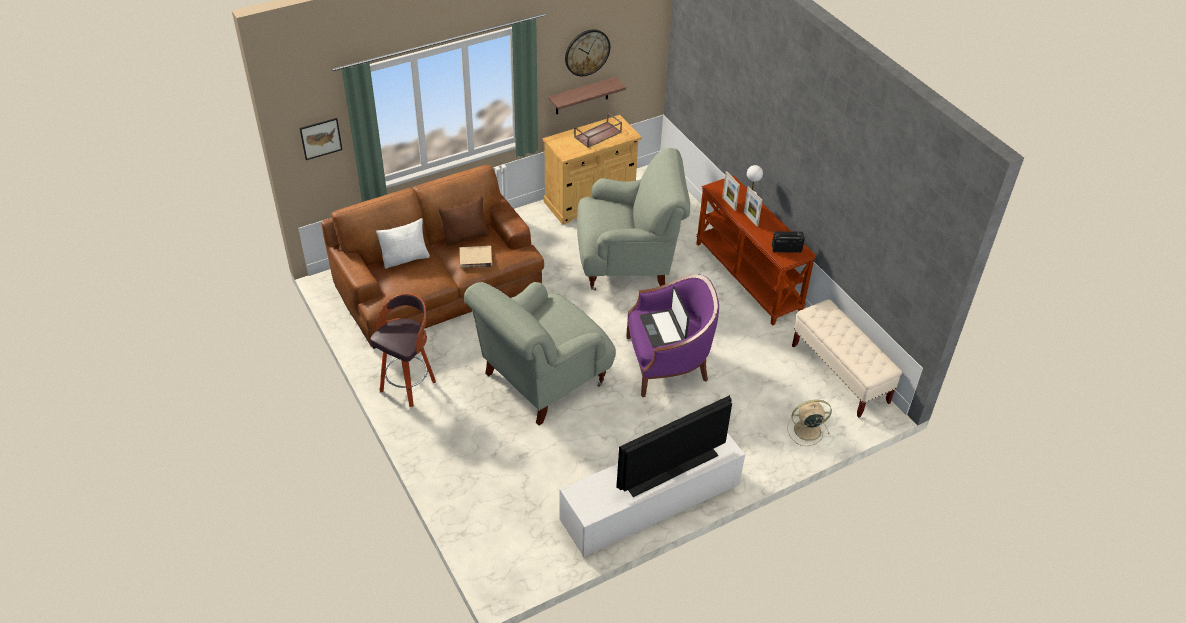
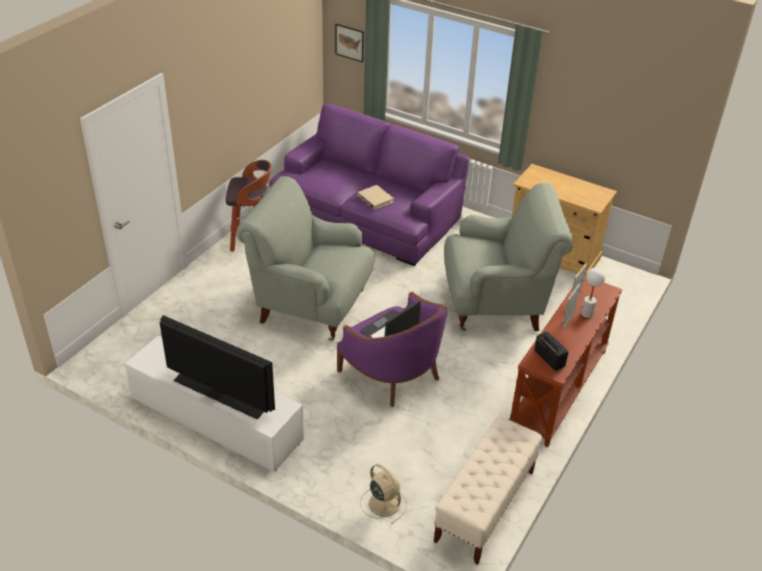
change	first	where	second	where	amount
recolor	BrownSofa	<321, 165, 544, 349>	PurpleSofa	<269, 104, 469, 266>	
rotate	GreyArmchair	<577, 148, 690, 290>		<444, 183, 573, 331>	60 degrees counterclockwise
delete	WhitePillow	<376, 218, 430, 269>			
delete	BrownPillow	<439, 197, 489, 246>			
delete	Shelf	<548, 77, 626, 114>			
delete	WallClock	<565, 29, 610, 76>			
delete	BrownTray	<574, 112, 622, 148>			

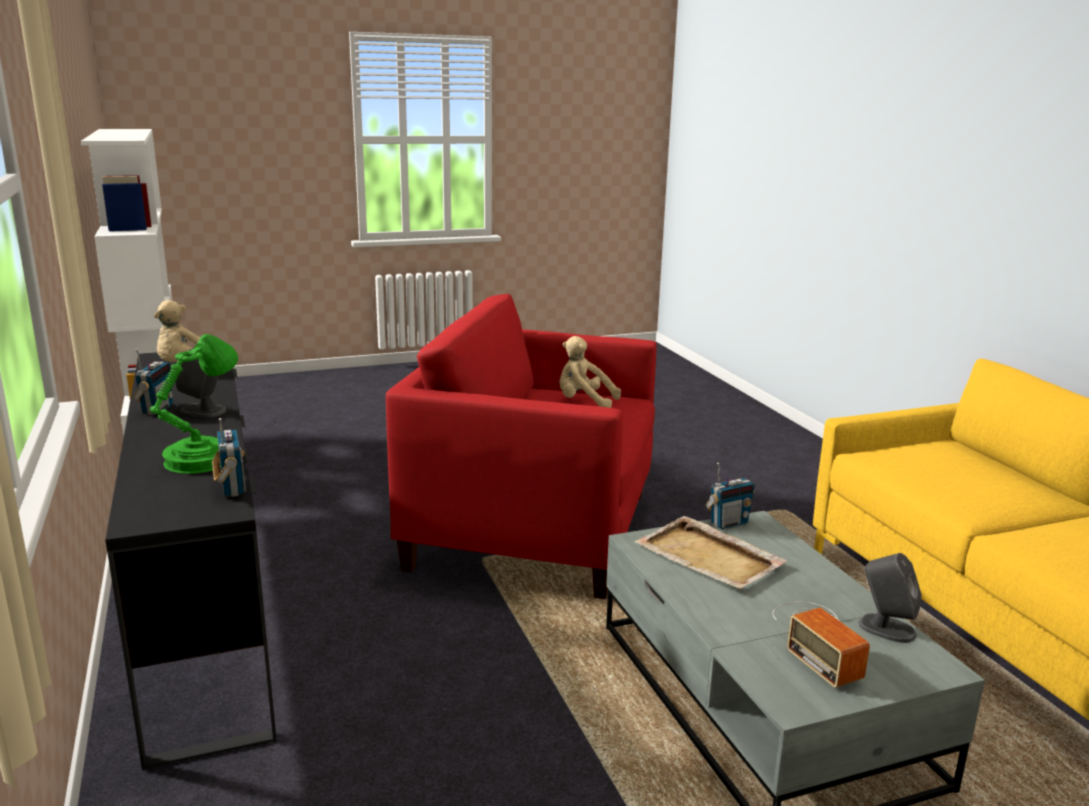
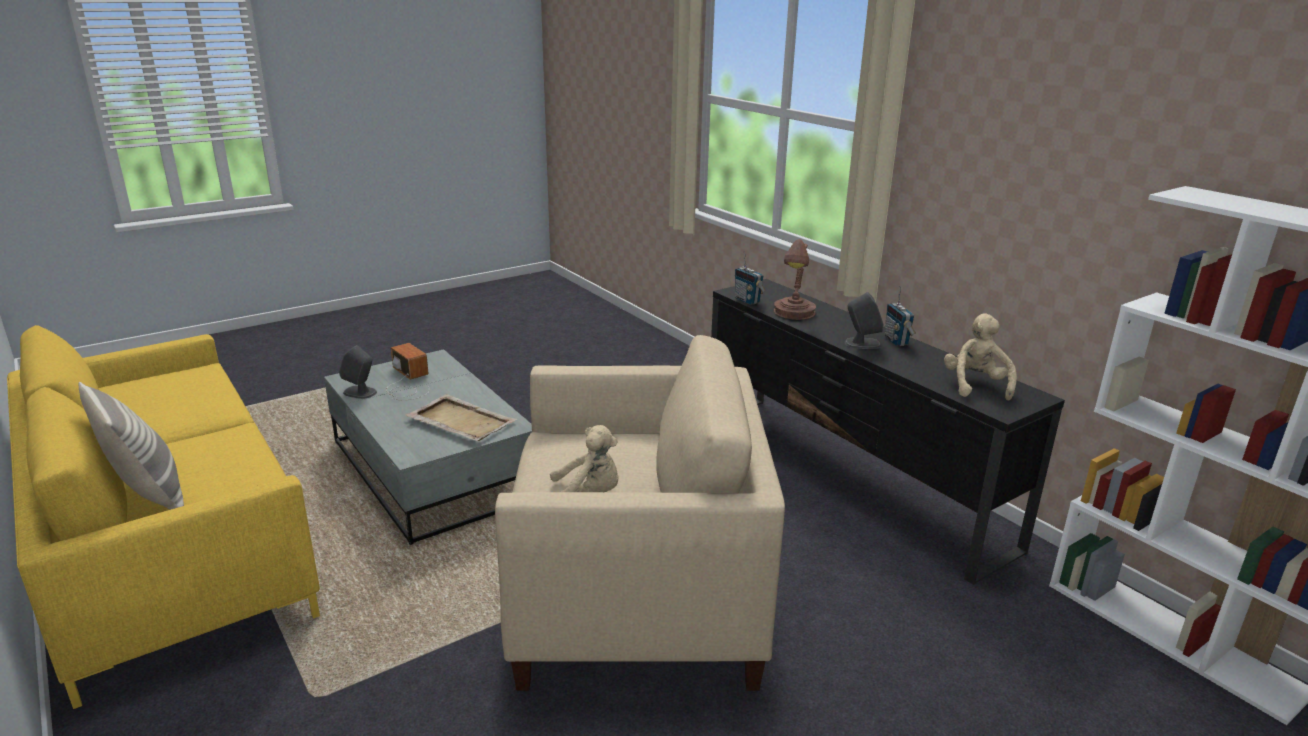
change	first	where	second	where	amount
insert			Pillow	<79, 382, 184, 510>	
recolor	RedArmchair	<386, 294, 657, 599>	BeigeArmchair	<495, 335, 785, 691>	
recolor	GreenTableLamp	<150, 334, 238, 474>	BrownTableLamp	<774, 239, 816, 320>	
delete	Radio	<705, 463, 755, 529>			

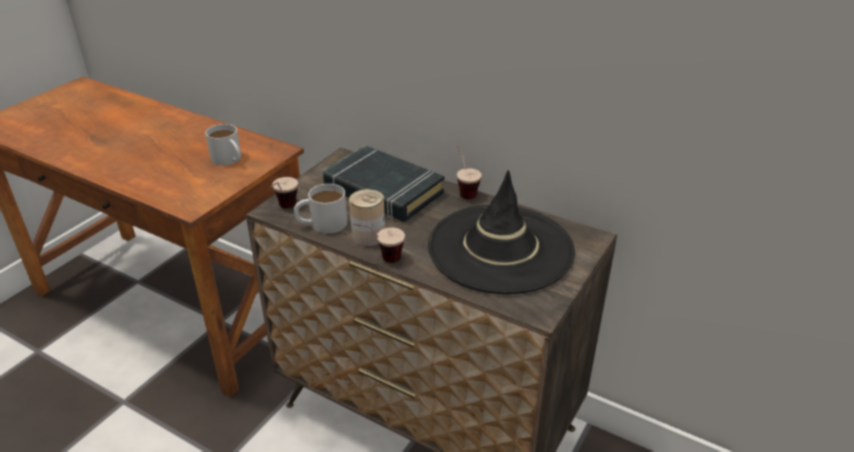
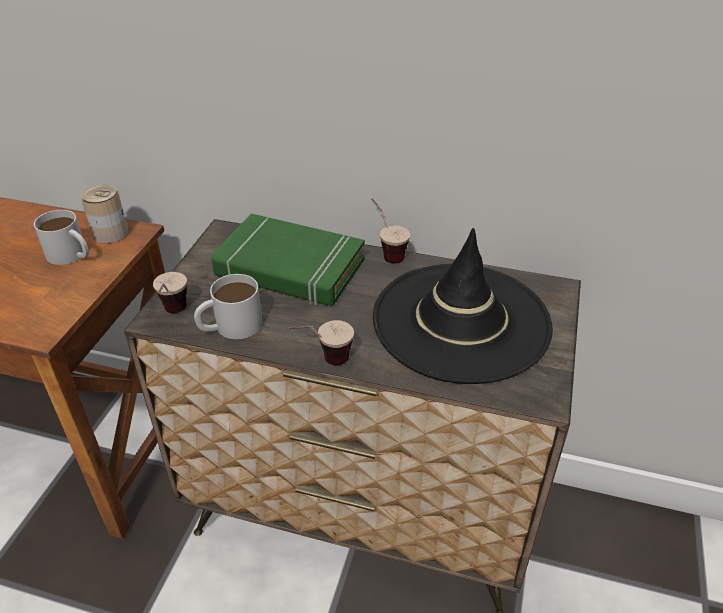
change	first	where	second	where	amount
move	Can	<349, 189, 385, 246>		<81, 184, 128, 244>	
recolor	BlackBook	<323, 145, 444, 222>	GreenBook	<211, 214, 365, 307>	

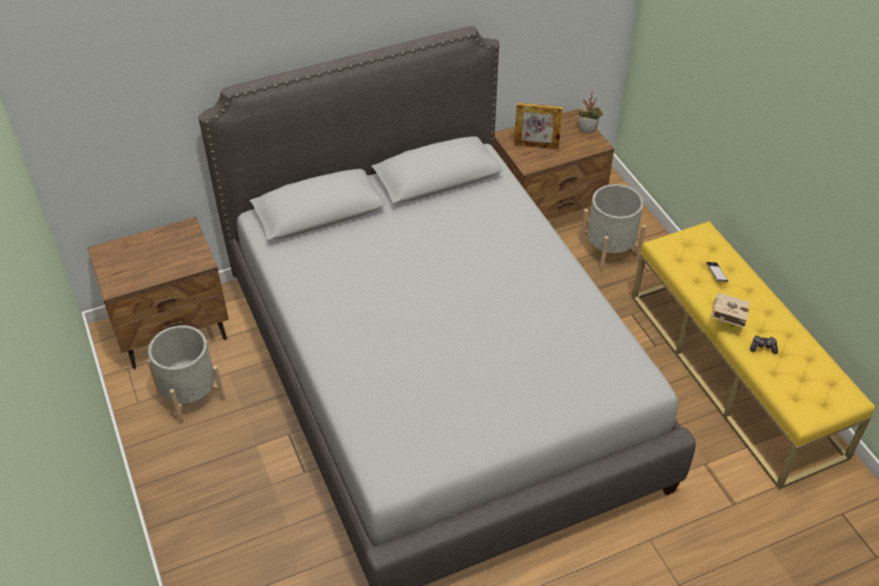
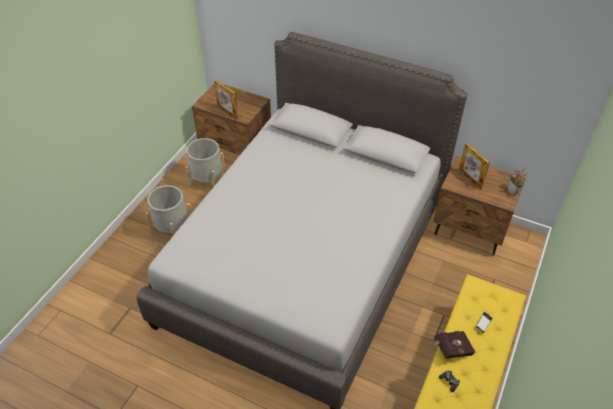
change	first	where	second	where	amount
move	GreyPlanter	<580, 184, 646, 271>		<146, 185, 192, 236>	
insert			PictureFrame	<214, 80, 238, 119>	
recolor	BeigeBook	<712, 293, 750, 328>	RedBook	<432, 331, 475, 359>	

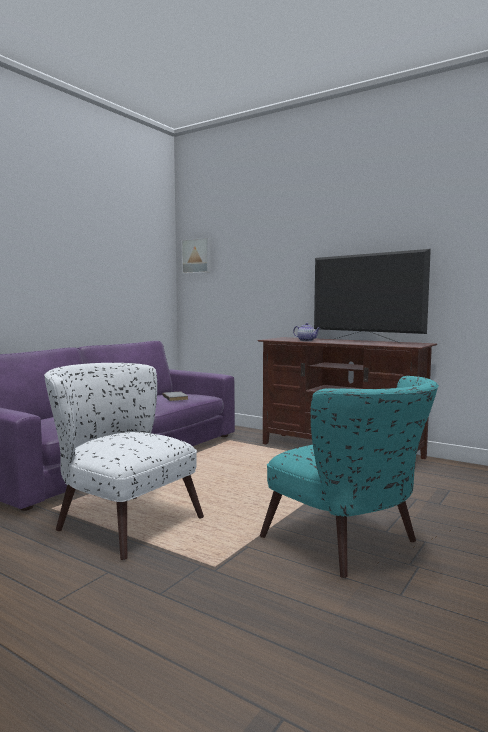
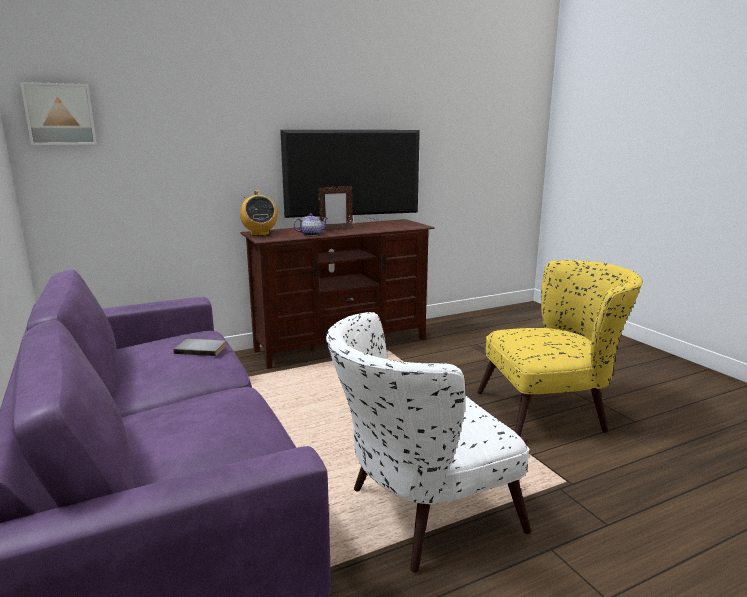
change	first	where	second	where	amount
insert			Radio	<240, 190, 278, 236>	
insert			PictureFrame	<318, 186, 353, 231>	
recolor	TurquoiseArmchair	<260, 376, 439, 578>	YellowArmchair	<477, 260, 643, 437>	

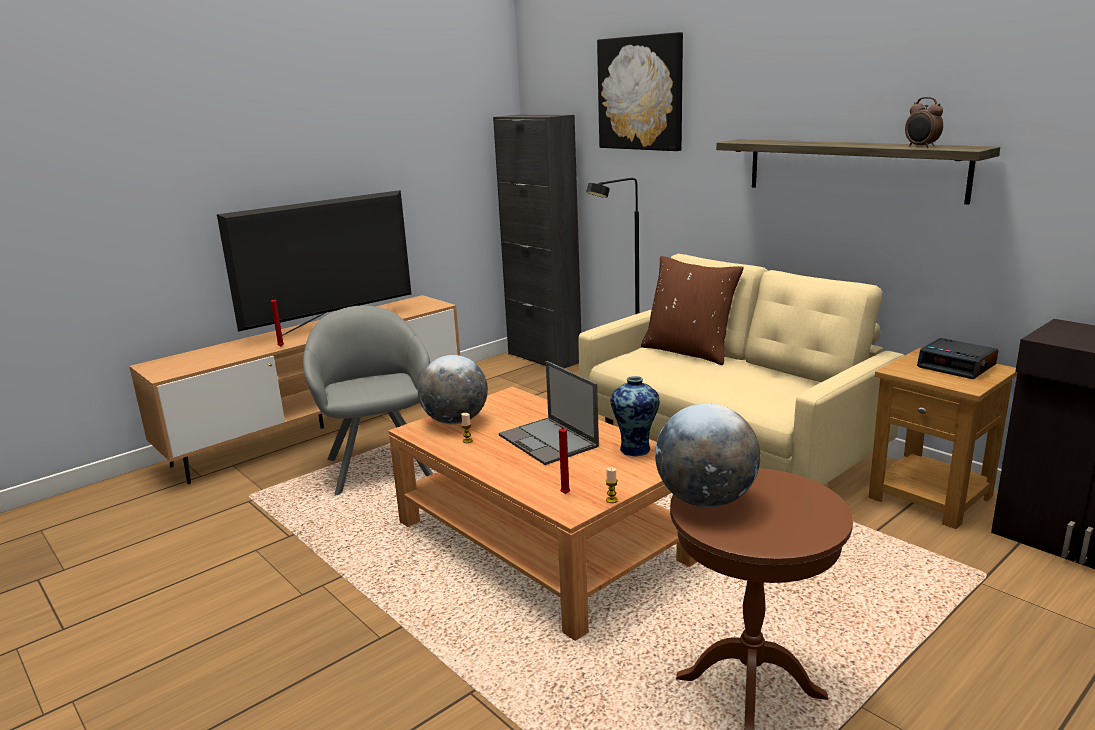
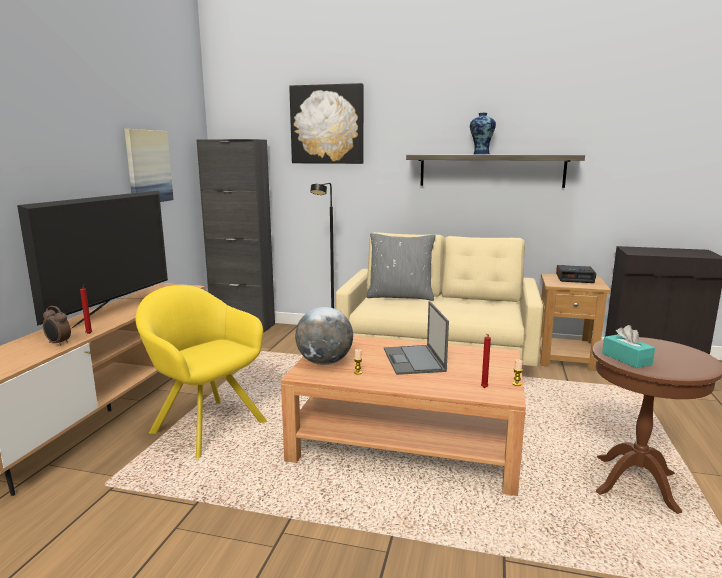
change	first	where	second	where	amount
move	AlarmClock	<905, 97, 943, 148>		<43, 306, 71, 346>	
insert			Picture	<124, 129, 174, 202>	
recolor	GreyArmchair	<303, 306, 433, 495>	YellowArmchair	<136, 285, 267, 459>	
recolor	BrownPillow	<641, 256, 744, 365>	GreyPillow	<366, 233, 435, 301>	
rotate	Laptop	<499, 361, 599, 465>		<384, 301, 449, 375>	60 degrees clockwise
move	Vase	<611, 376, 660, 457>		<470, 112, 496, 155>	
replace	Globe	<655, 403, 760, 507>	TurquoiseTissueBox	<602, 325, 655, 368>	

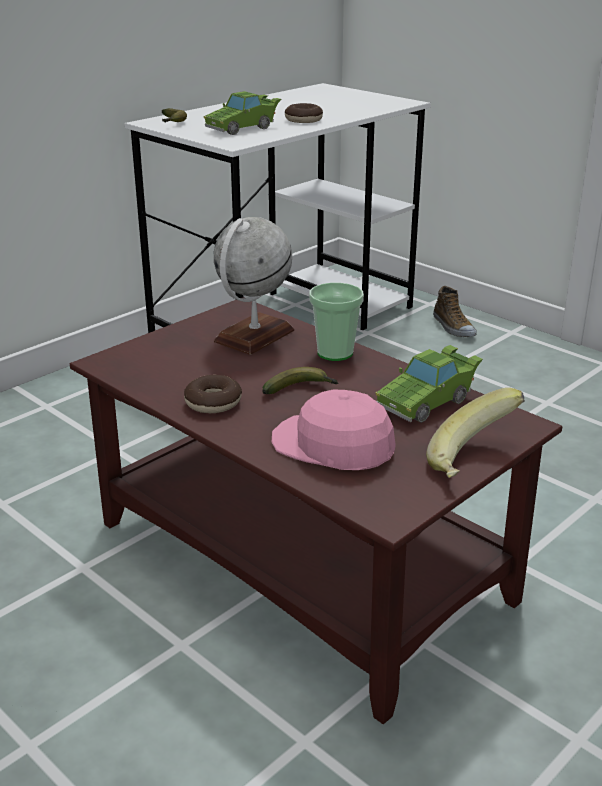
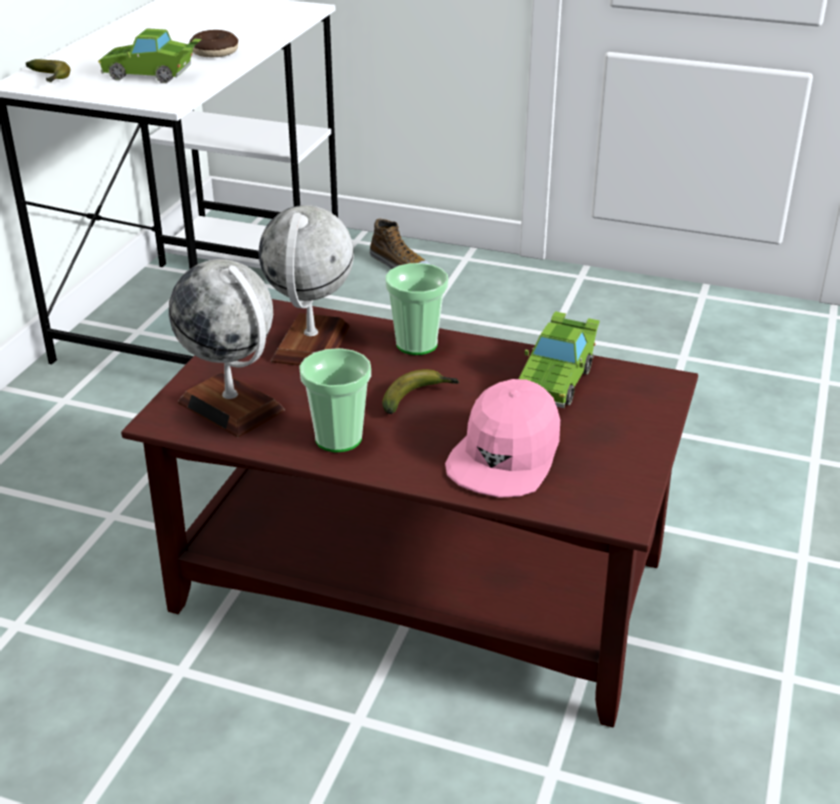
change	first	where	second	where	amount
rotate	GreenToyCar	<204, 91, 282, 135>		<98, 28, 202, 83>	75 degrees clockwise
insert			Globe	<169, 259, 284, 437>	
replace	Donut	<184, 375, 242, 413>	Cup	<299, 348, 371, 453>	
rotate	PinkCap	<272, 389, 396, 470>		<445, 379, 560, 498>	75 degrees counterclockwise
delete	Banana	<426, 388, 525, 478>			

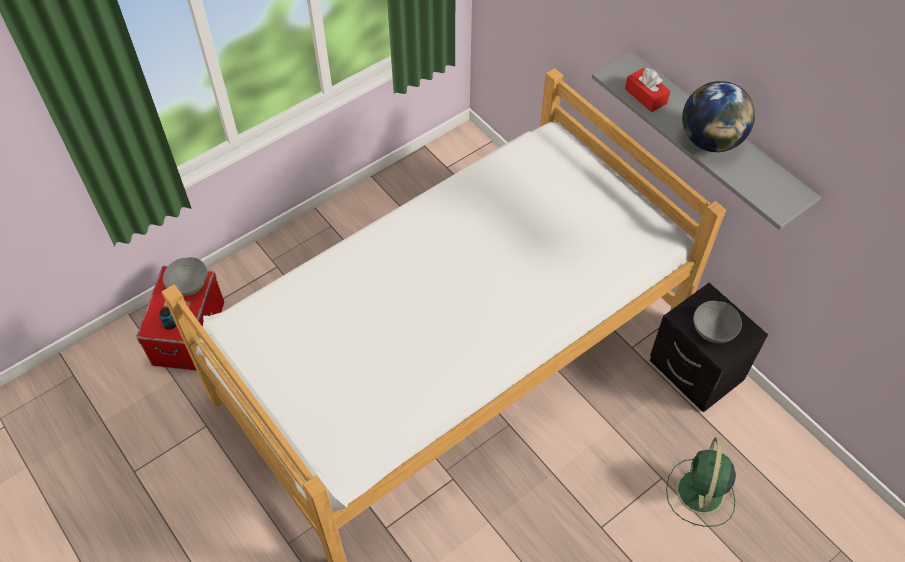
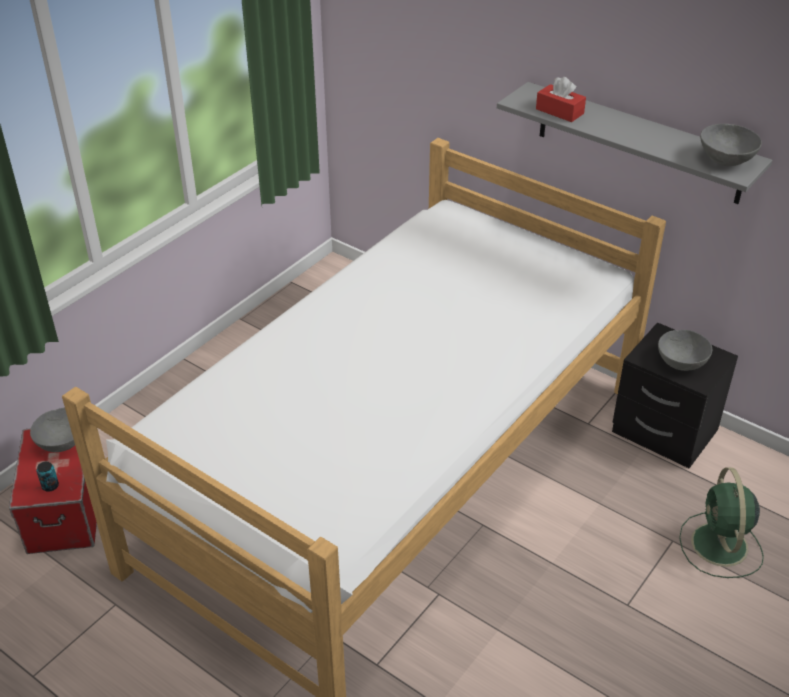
change	first	where	second	where	amount
insert			GreyBowl	<700, 124, 762, 166>	
delete	Globe	<682, 81, 755, 152>			

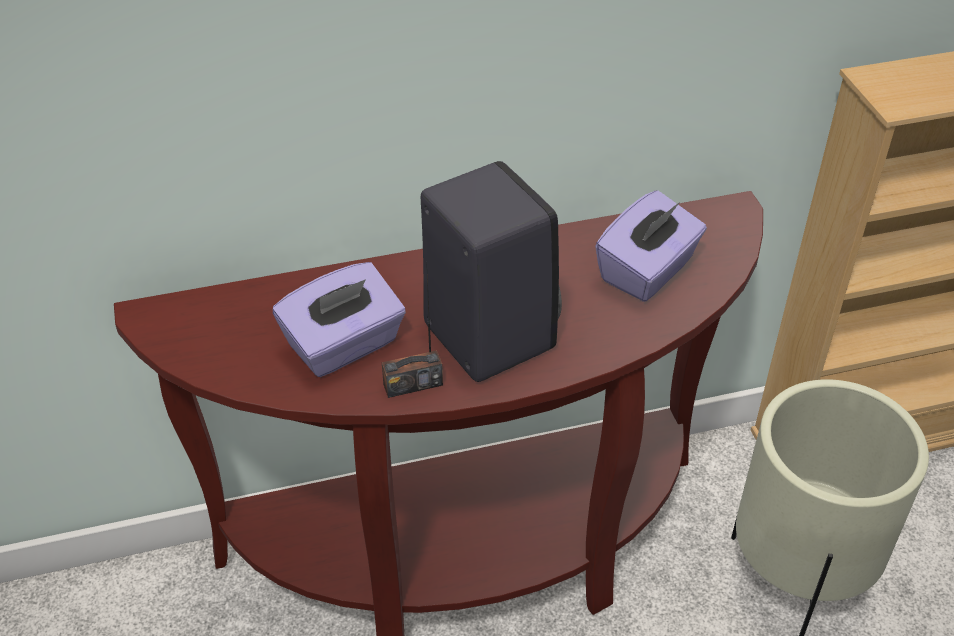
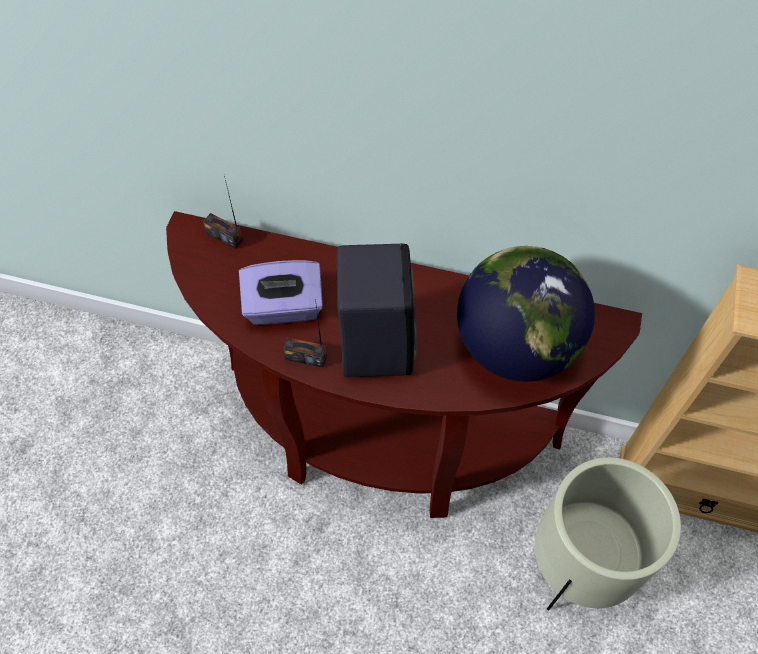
change	first	where	second	where	amount
insert			Radio	<203, 176, 243, 249>	
replace	PurpleTissueBox	<595, 190, 707, 302>	Globe	<457, 246, 595, 382>	

